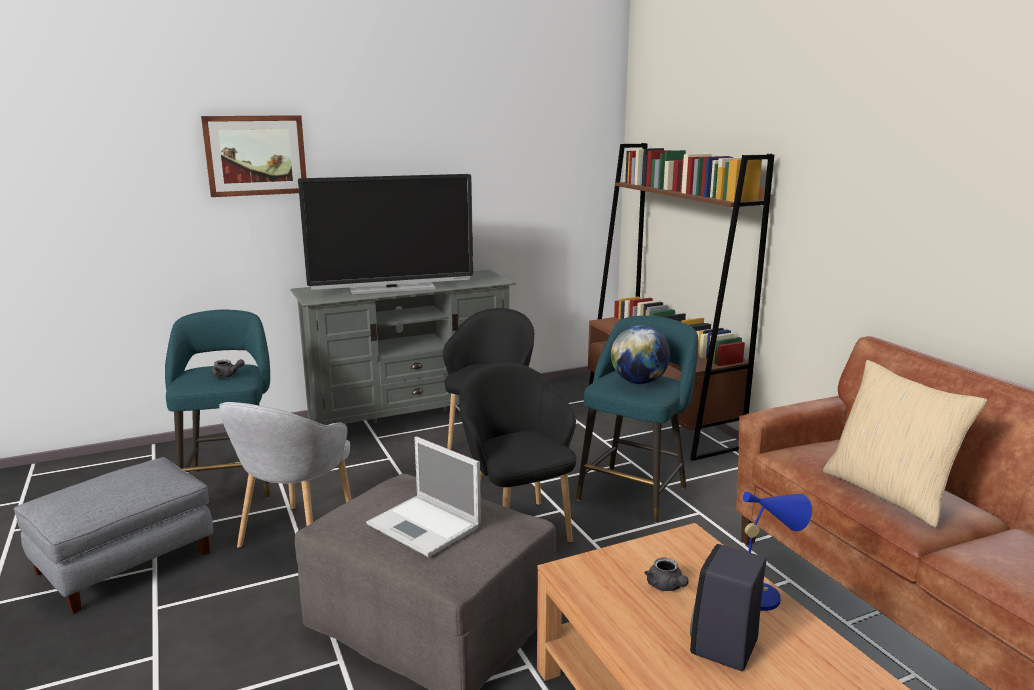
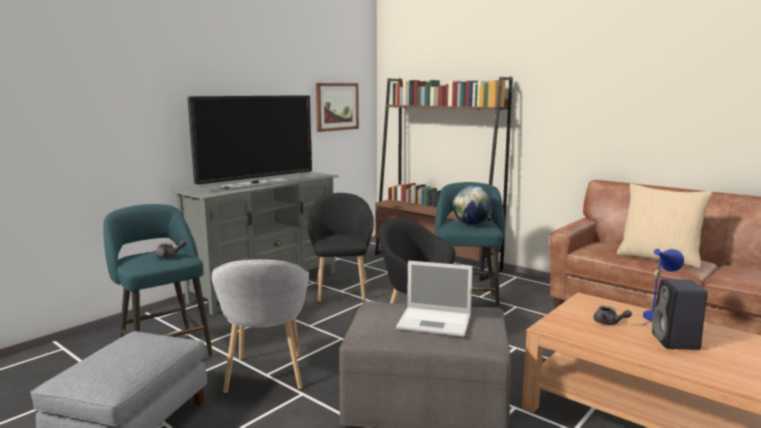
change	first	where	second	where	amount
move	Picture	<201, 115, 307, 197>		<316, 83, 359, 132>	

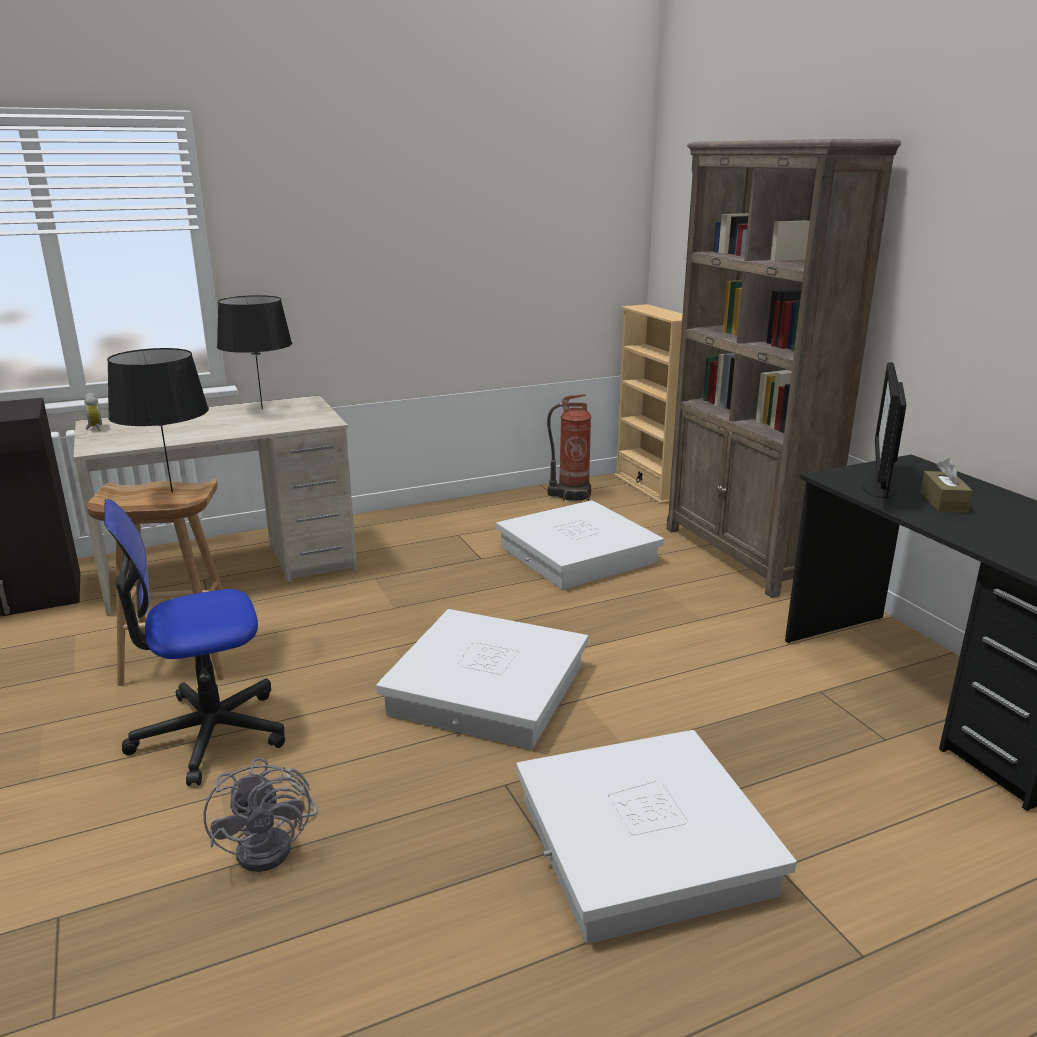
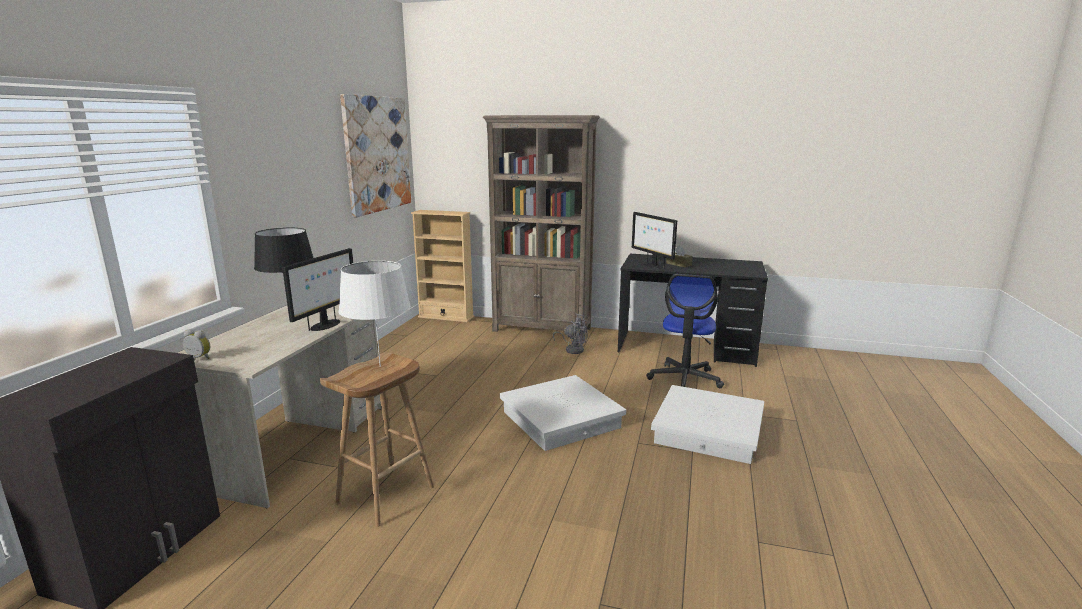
change	first	where	second	where	amount
insert			Monitor	<282, 248, 353, 331>	
recolor	BlackTableLamp	<107, 348, 209, 493>	WhiteTableLamp	<338, 261, 411, 367>	
insert			Picture	<340, 94, 411, 217>	
move	GreyFan	<203, 758, 318, 872>		<553, 314, 588, 354>	
move	OfficeChair	<104, 499, 285, 786>		<646, 274, 724, 388>	
delete	WhiteStorageBox	<496, 500, 664, 590>			
delete	FireExtinguisher	<547, 394, 592, 501>			

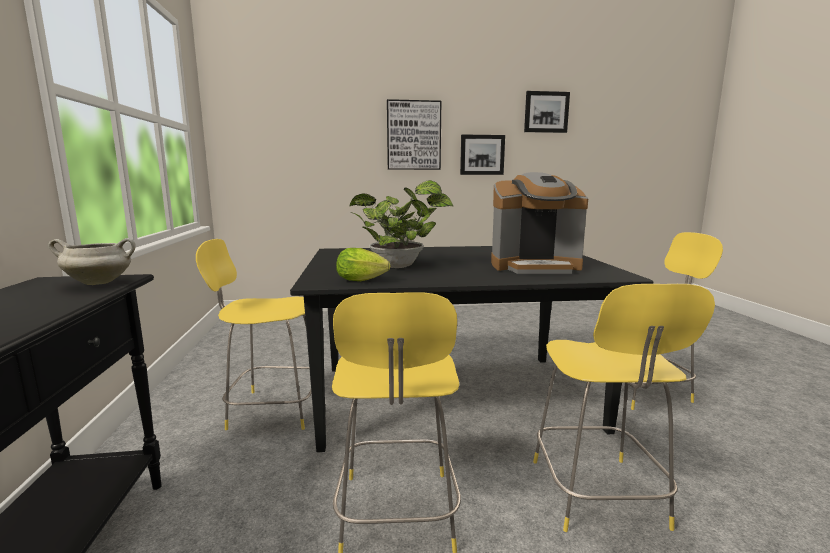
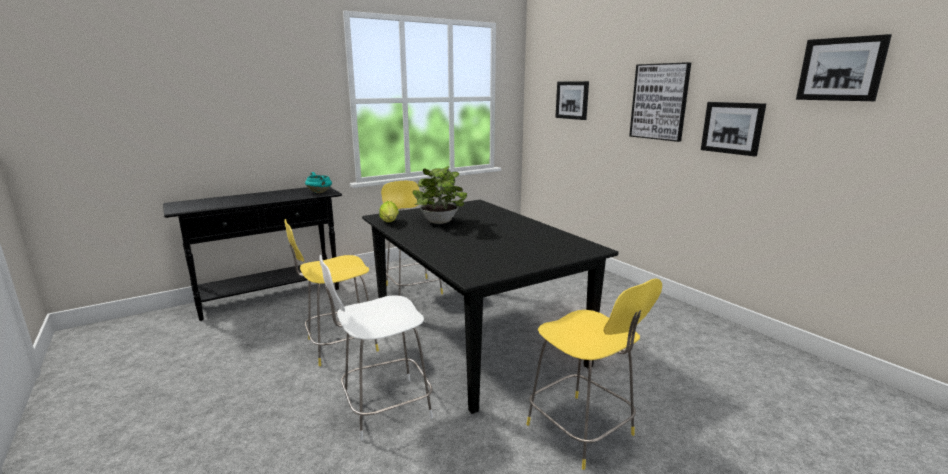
change	first	where	second	where	amount
recolor	WhiteCookingPot	<48, 238, 136, 285>	TurquoiseCookingPot	<305, 172, 332, 193>	
recolor	YellowStool	<533, 284, 715, 532>	WhiteStool	<319, 255, 433, 441>	
insert			Picture	<555, 81, 589, 120>	
delete	CoffeeMachine	<491, 172, 588, 274>			

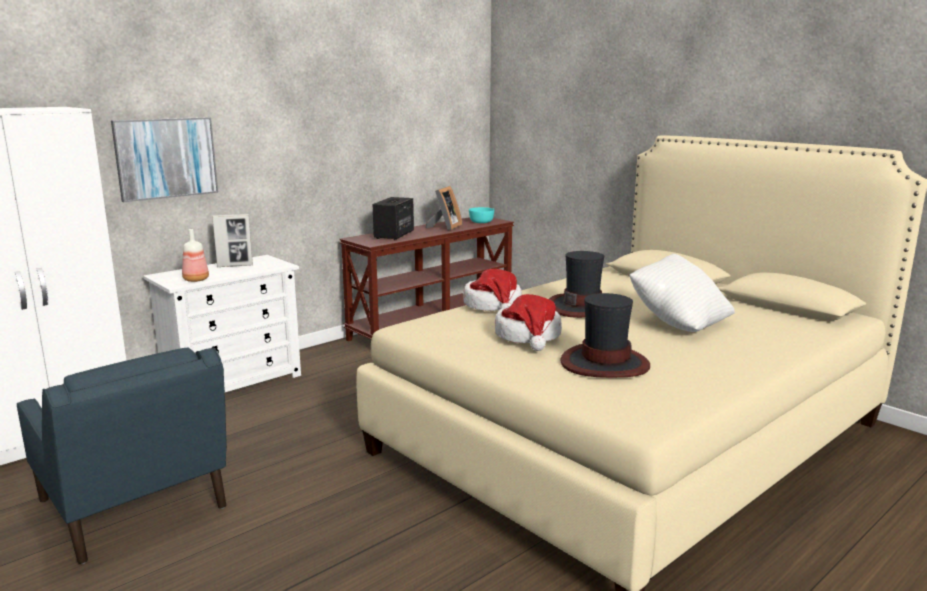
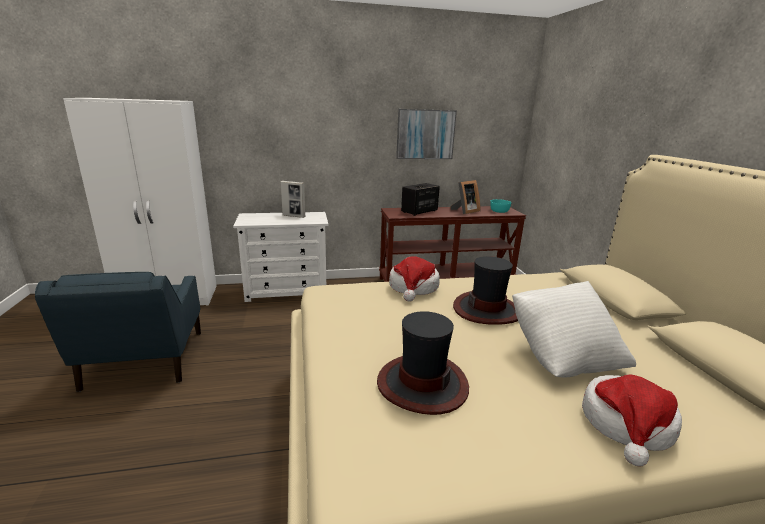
change	first	where	second	where	amount
move	Picture	<111, 117, 218, 202>		<396, 109, 457, 159>	
move	Hat	<495, 294, 562, 351>		<582, 374, 682, 466>	
delete	Bottle	<182, 229, 209, 282>			

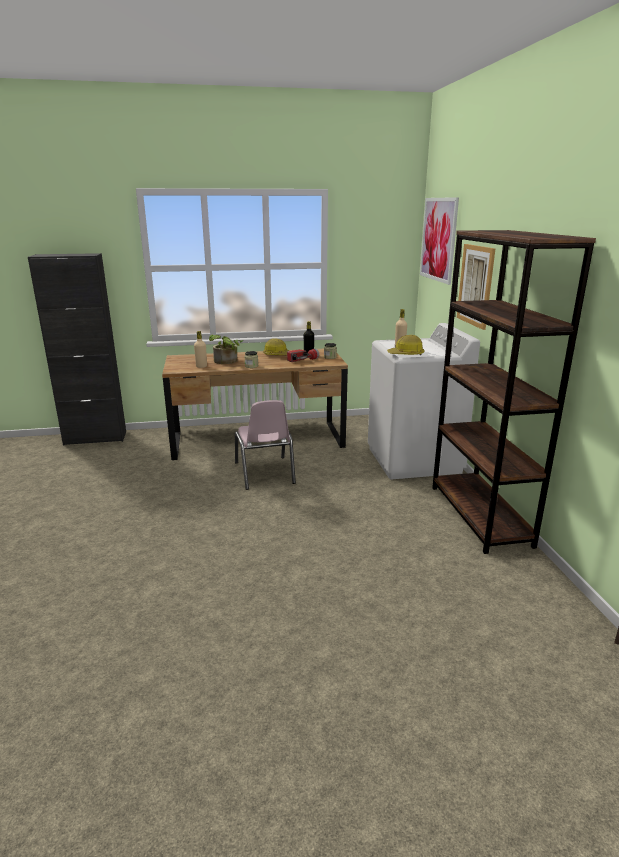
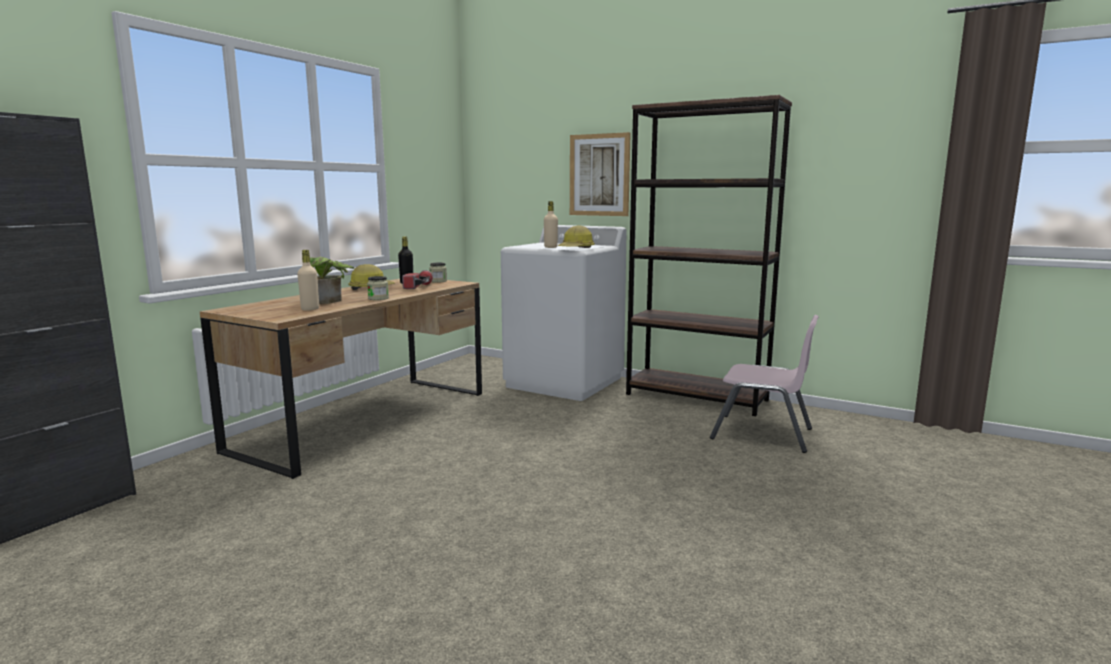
change	first	where	second	where	amount
move	PinkChair	<235, 400, 296, 490>		<710, 315, 819, 453>	
delete	Picture	<420, 197, 459, 285>			

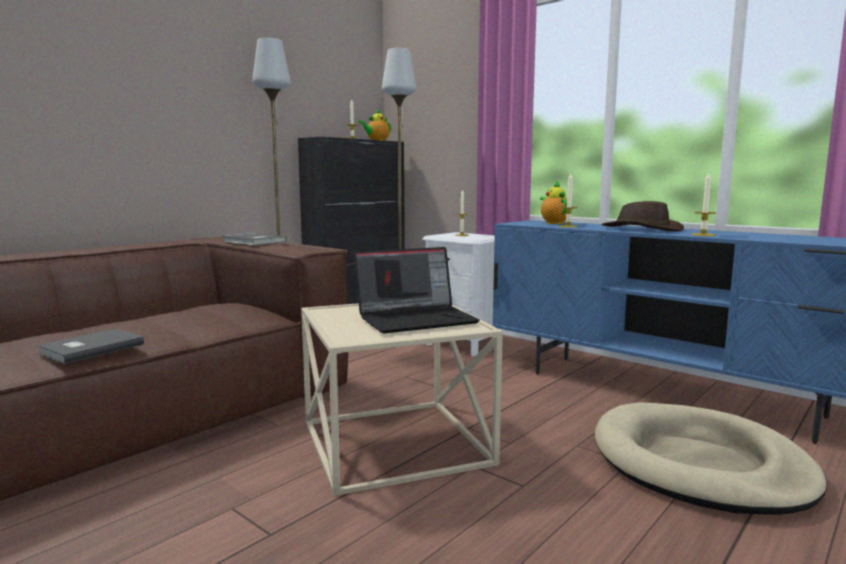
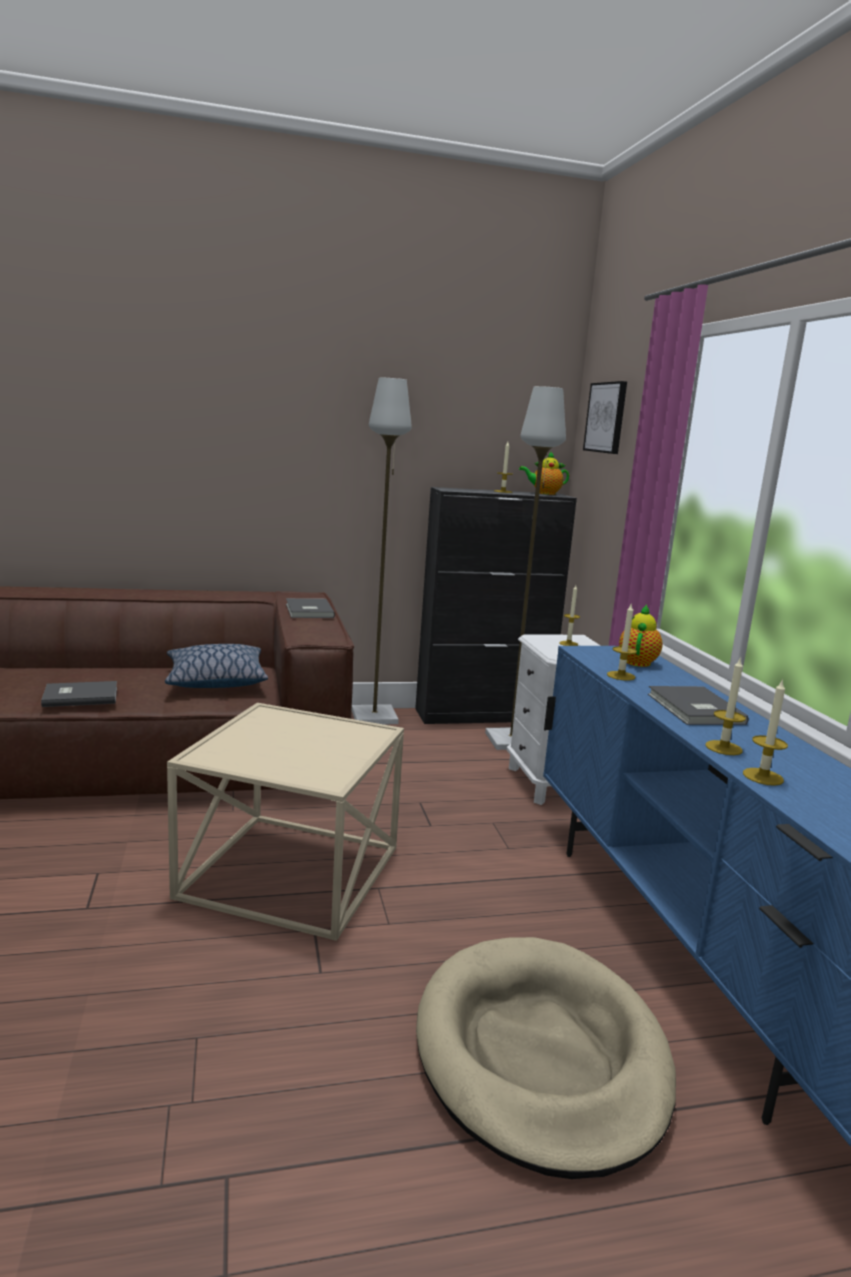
change	first	where	second	where	amount
insert			Pillow	<165, 644, 268, 688>	
insert			Picture	<583, 381, 627, 454>	
replace	BrownHat	<602, 201, 684, 232>	GreyBook	<648, 686, 749, 725>	
insert			Candle	<743, 678, 788, 786>	
delete	Laptop	<354, 247, 480, 333>			

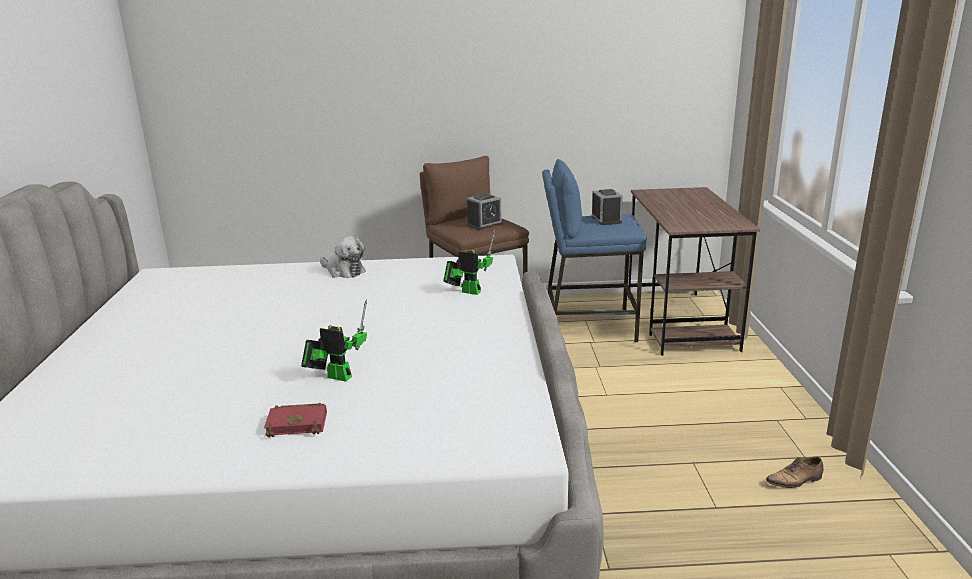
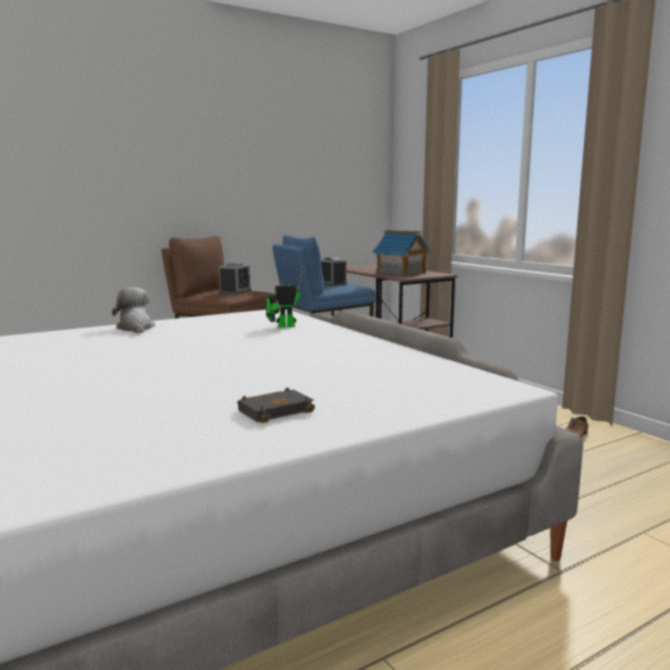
change	first	where	second	where	amount
rotate	PlushToy	<320, 236, 366, 278>		<112, 287, 155, 333>	120 degrees counterclockwise
recolor	RedBook	<264, 402, 327, 437>	BlackBook	<237, 387, 315, 423>	
insert			ToyHouse	<373, 230, 431, 277>	
delete	ToyRobot	<301, 299, 367, 382>			

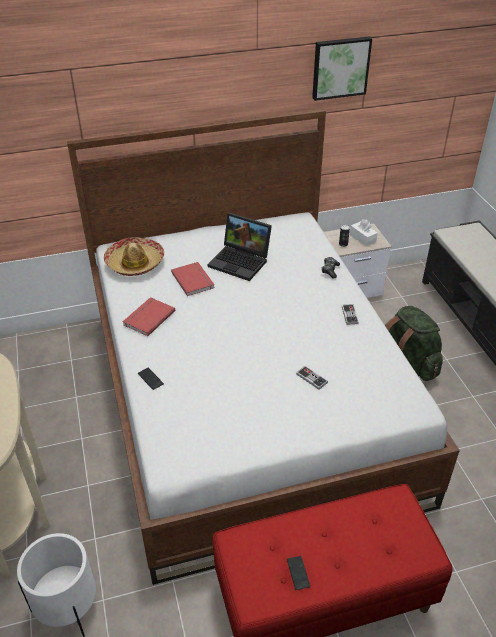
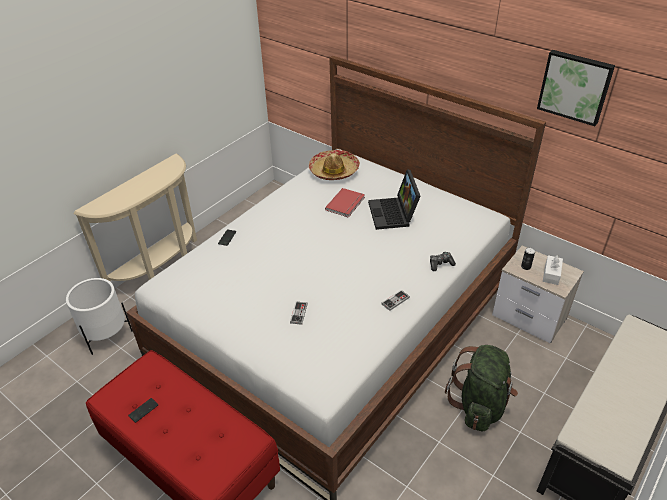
change	first	where	second	where	amount
delete	RedBook	<123, 297, 175, 336>			

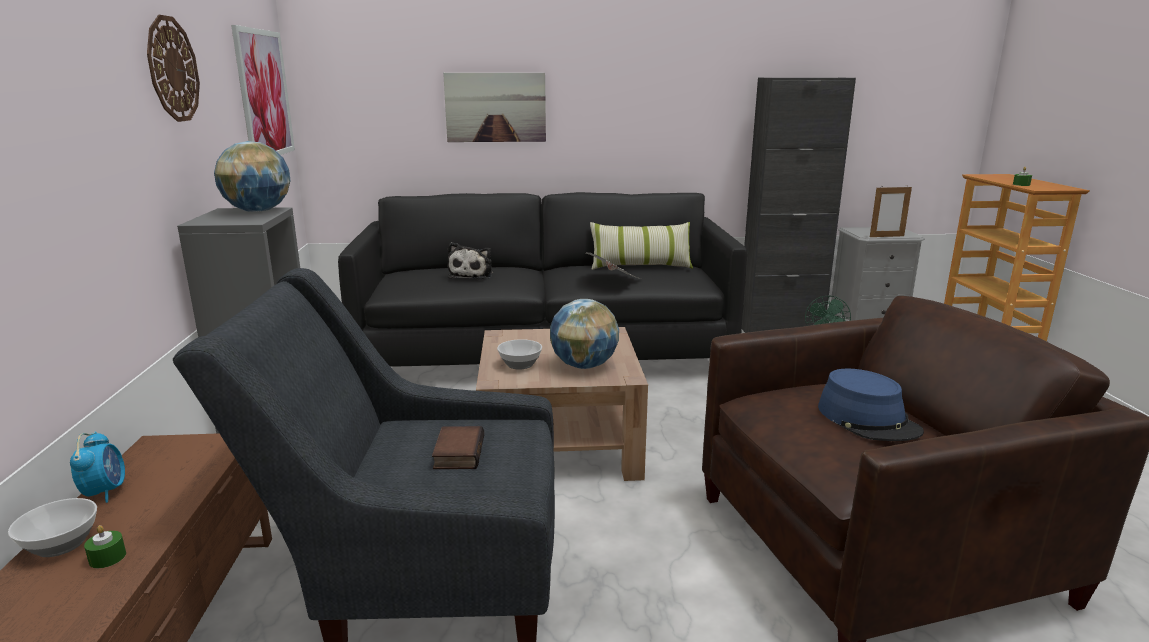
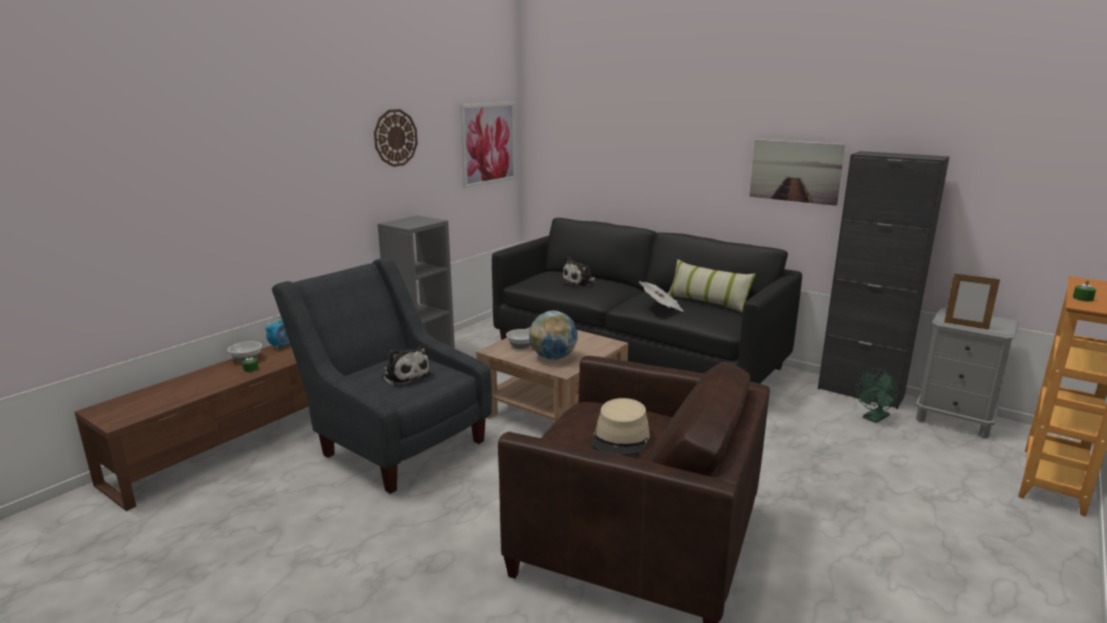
change	first	where	second	where	amount
replace	Book	<432, 426, 484, 469>	PlushToy	<382, 345, 431, 387>	
recolor	BlueHat	<818, 369, 924, 441>	BeigeHat	<592, 398, 650, 456>	
move	Picture	<443, 73, 546, 142>		<749, 139, 846, 206>	
delete	Globe	<214, 141, 291, 212>			

